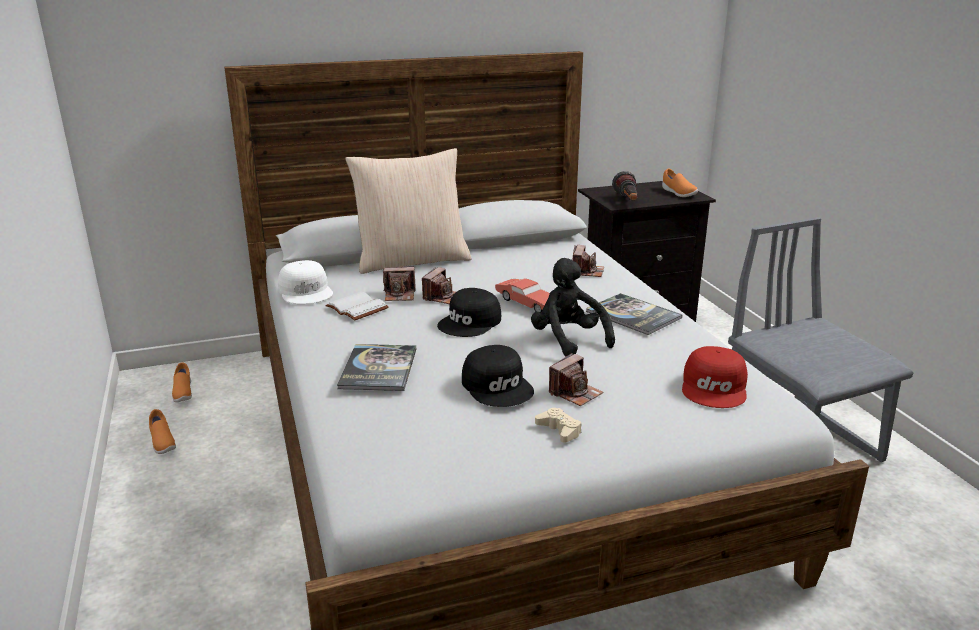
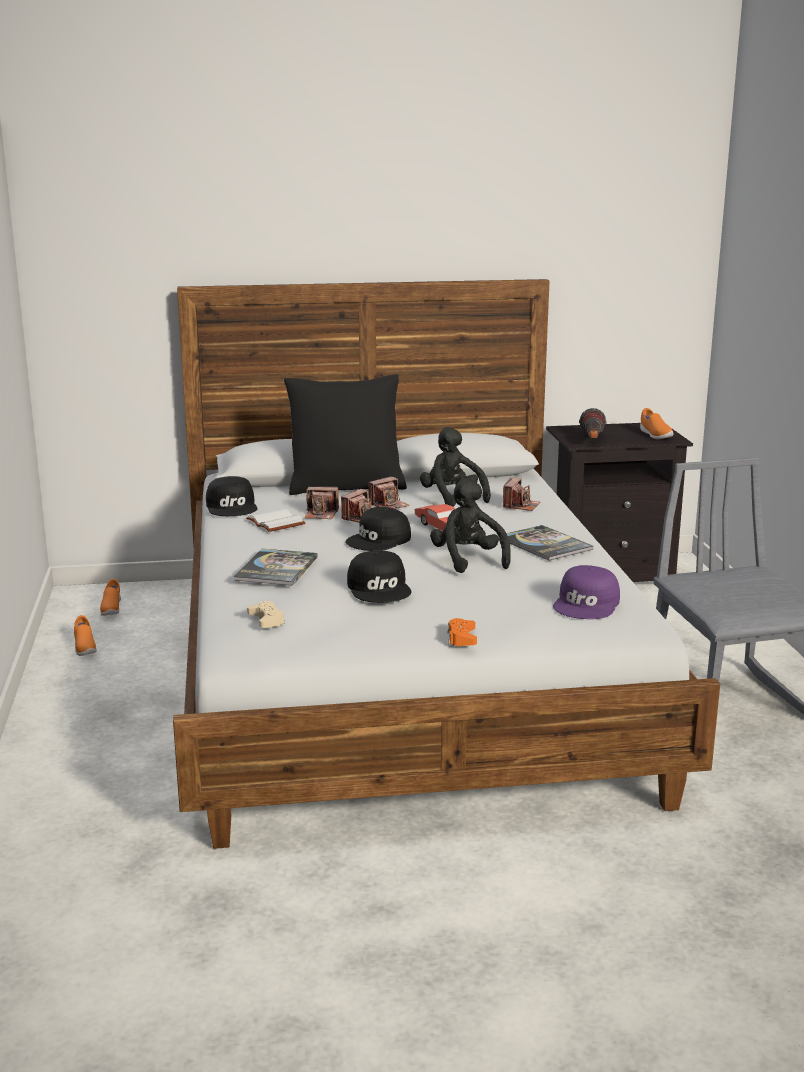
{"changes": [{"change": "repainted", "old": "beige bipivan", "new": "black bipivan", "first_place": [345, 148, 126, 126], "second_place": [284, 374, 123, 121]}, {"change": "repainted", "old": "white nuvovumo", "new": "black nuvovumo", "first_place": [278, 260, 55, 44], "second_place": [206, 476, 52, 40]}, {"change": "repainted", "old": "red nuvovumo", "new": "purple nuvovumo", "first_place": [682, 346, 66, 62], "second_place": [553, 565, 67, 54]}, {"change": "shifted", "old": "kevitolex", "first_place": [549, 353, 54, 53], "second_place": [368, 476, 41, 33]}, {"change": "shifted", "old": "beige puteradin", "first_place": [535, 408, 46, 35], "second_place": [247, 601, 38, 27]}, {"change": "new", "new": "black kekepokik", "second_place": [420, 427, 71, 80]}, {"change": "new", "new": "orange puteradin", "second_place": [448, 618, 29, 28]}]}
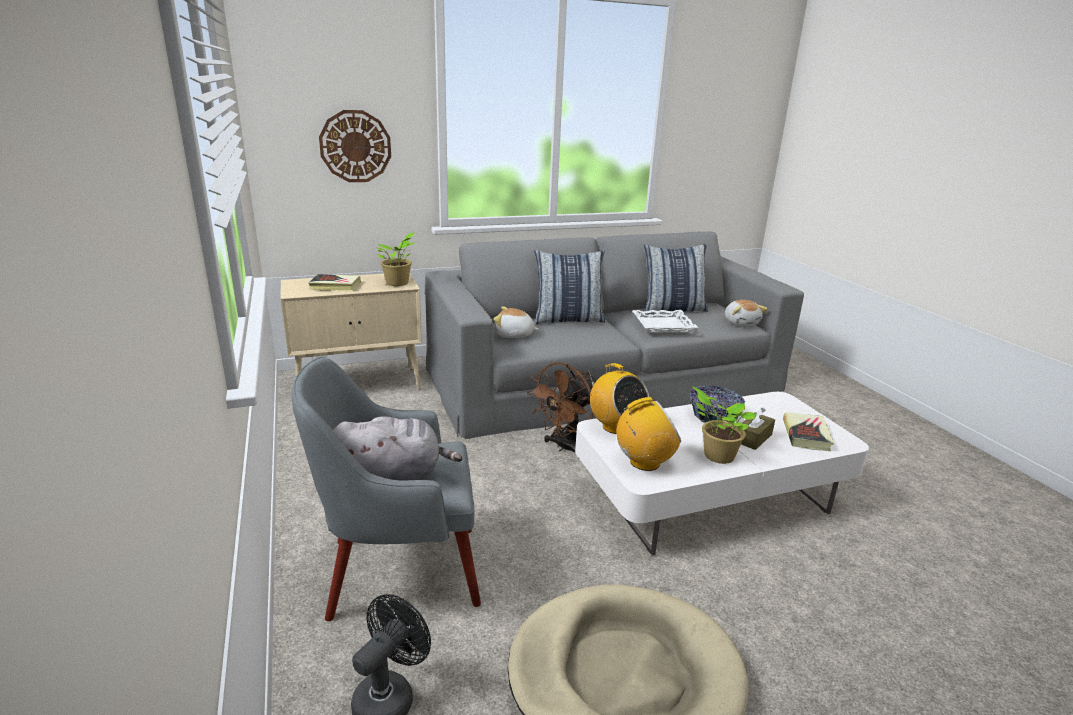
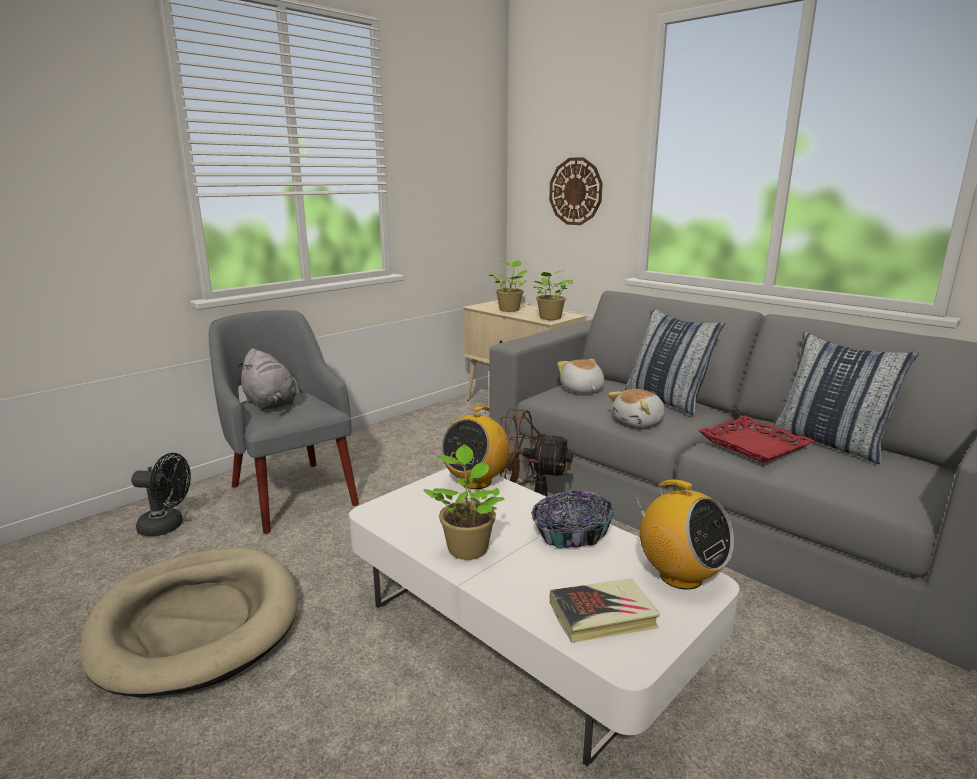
{"changes": [{"change": "swapped", "old": "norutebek", "new": "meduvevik", "first_place": [308, 274, 53, 17], "second_place": [490, 260, 38, 52]}, {"change": "shifted", "old": "kekepokik", "first_place": [725, 300, 43, 26], "second_place": [608, 389, 57, 38]}, {"change": "repainted", "old": "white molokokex", "new": "red molokokex", "first_place": [633, 310, 65, 23], "second_place": [698, 415, 116, 48]}, {"change": "shifted", "old": "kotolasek", "first_place": [616, 397, 65, 74], "second_place": [635, 479, 99, 111]}, {"change": "gone", "old": "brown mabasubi", "first_place": [741, 408, 34, 42]}]}
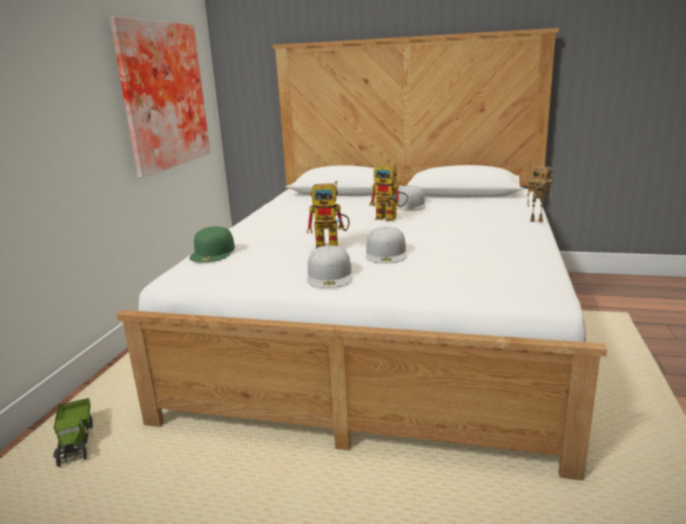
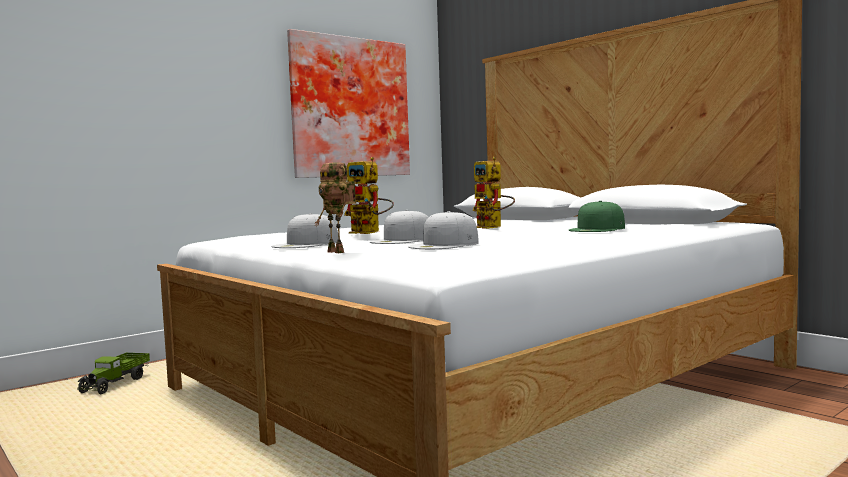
{"changes": [{"change": "shifted", "old": "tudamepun", "first_place": [527, 166, 27, 56], "second_place": [314, 162, 42, 91]}, {"change": "shifted", "old": "white nuvovumo", "first_place": [395, 185, 31, 26], "second_place": [408, 211, 71, 38]}, {"change": "shifted", "old": "green nuvovumo", "first_place": [190, 227, 45, 35], "second_place": [569, 201, 56, 31]}]}
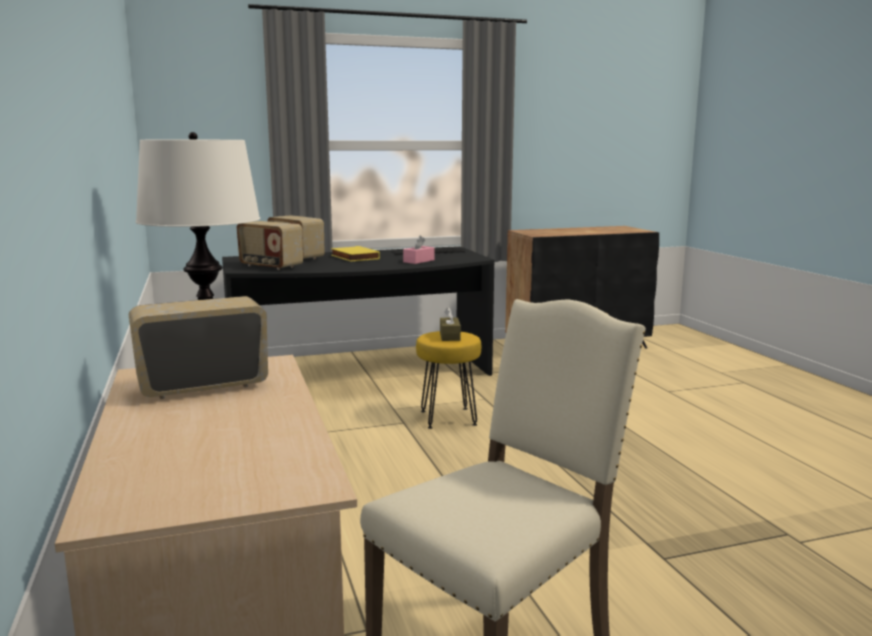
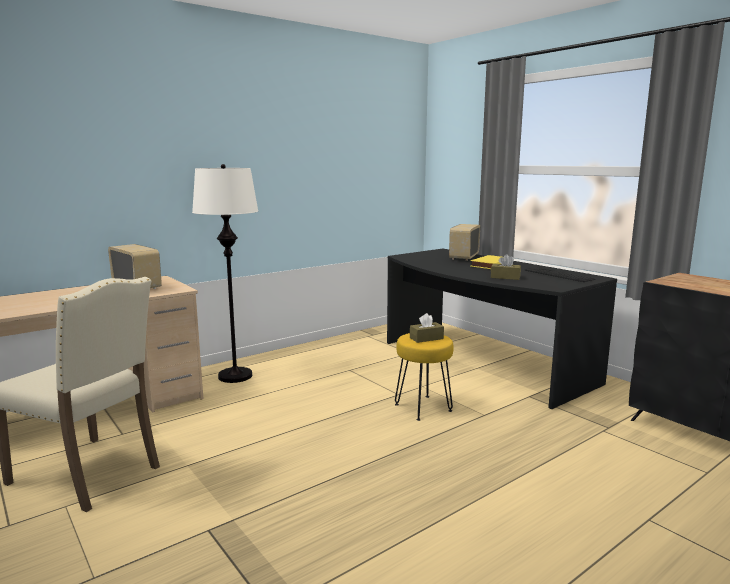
{"changes": [{"change": "gone", "old": "kotolasek", "first_place": [237, 221, 66, 49]}, {"change": "repainted", "old": "pink mabasubi", "new": "brown mabasubi", "first_place": [403, 236, 32, 28], "second_place": [491, 254, 30, 26]}]}
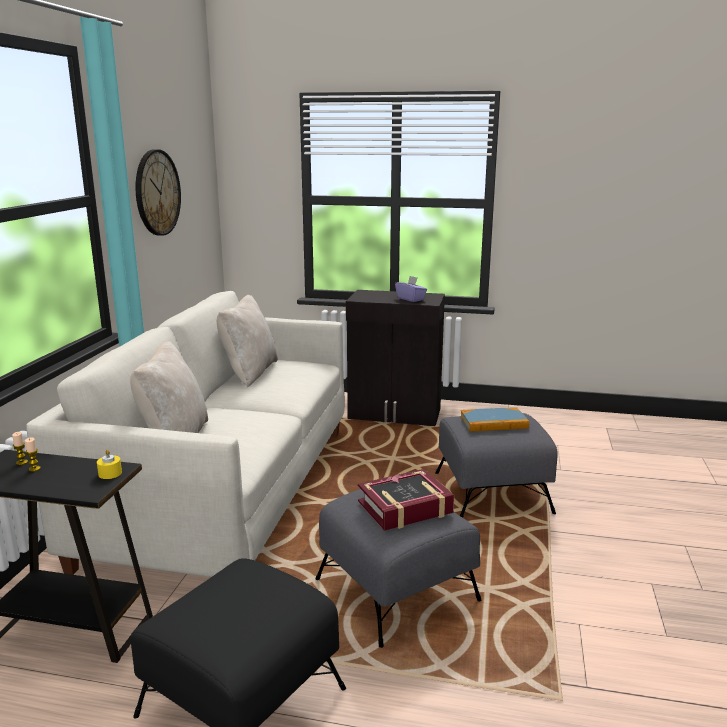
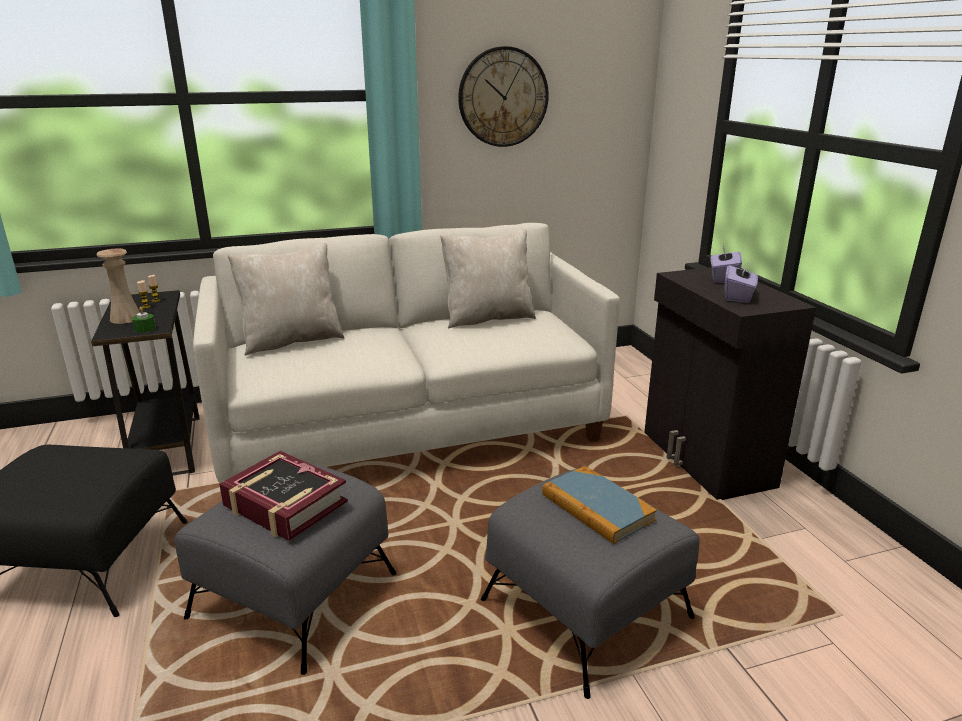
{"changes": [{"change": "repainted", "old": "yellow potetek", "new": "green potetek", "first_place": [97, 449, 25, 30], "second_place": [132, 307, 24, 26]}, {"change": "new", "new": "purple mabasubi", "second_place": [710, 243, 32, 40]}, {"change": "new", "new": "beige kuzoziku", "second_place": [97, 249, 43, 75]}]}
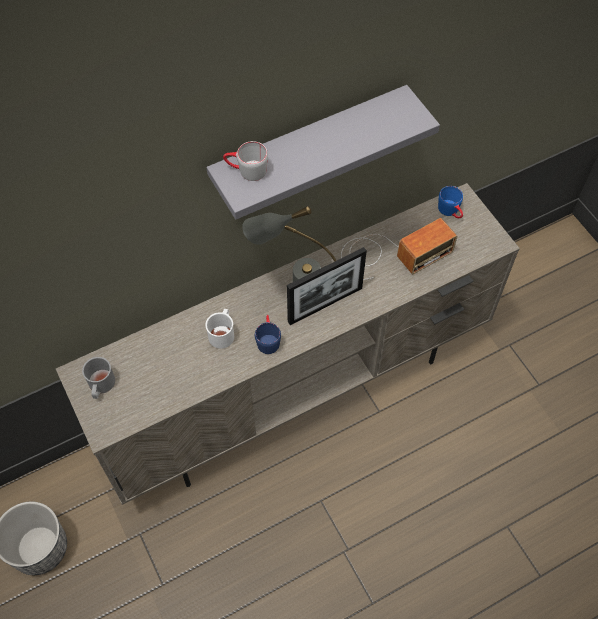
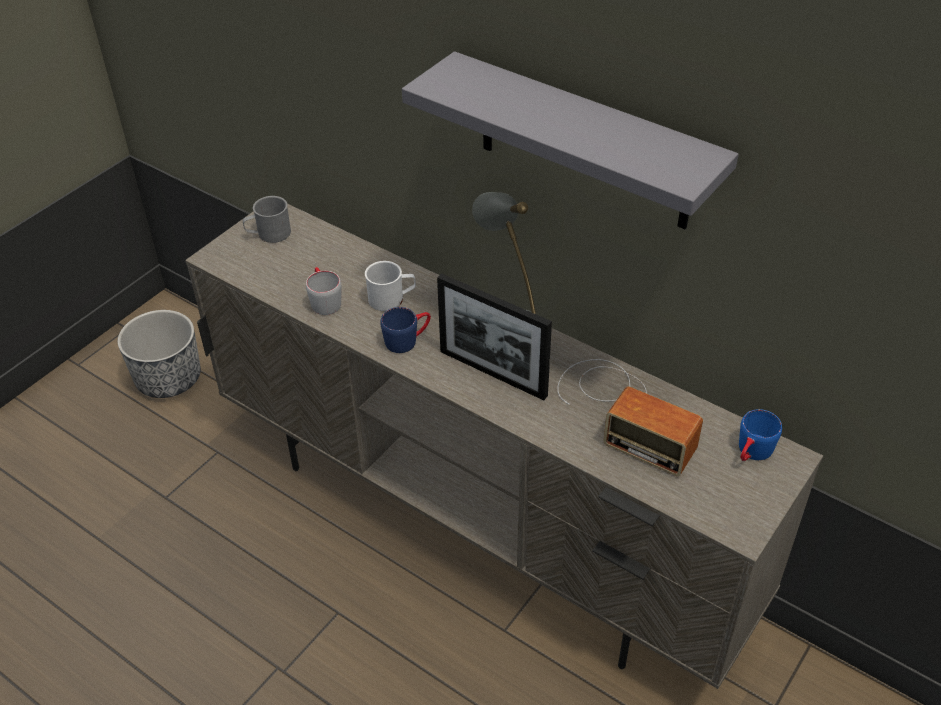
{"changes": [{"change": "shifted", "old": "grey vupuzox", "first_place": [223, 141, 45, 40], "second_place": [306, 267, 35, 48]}]}
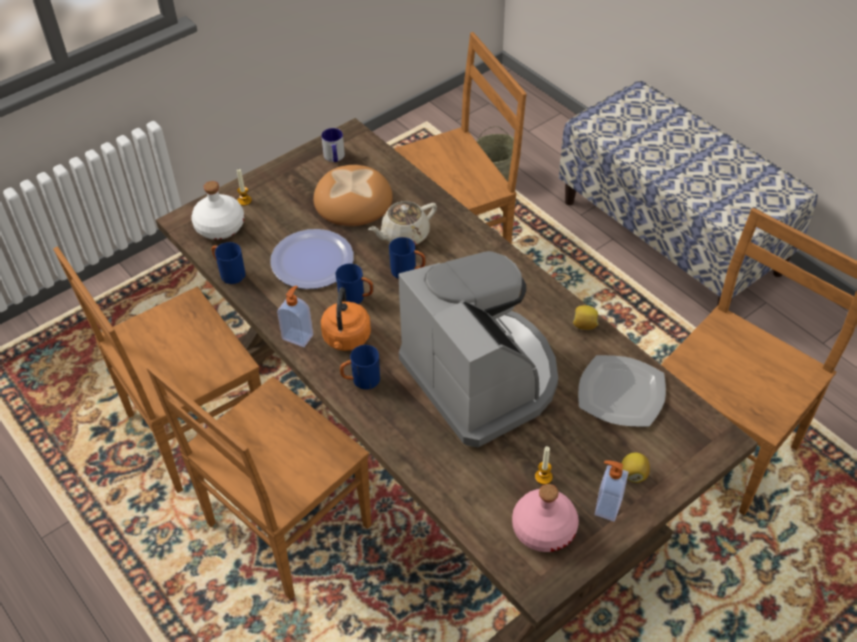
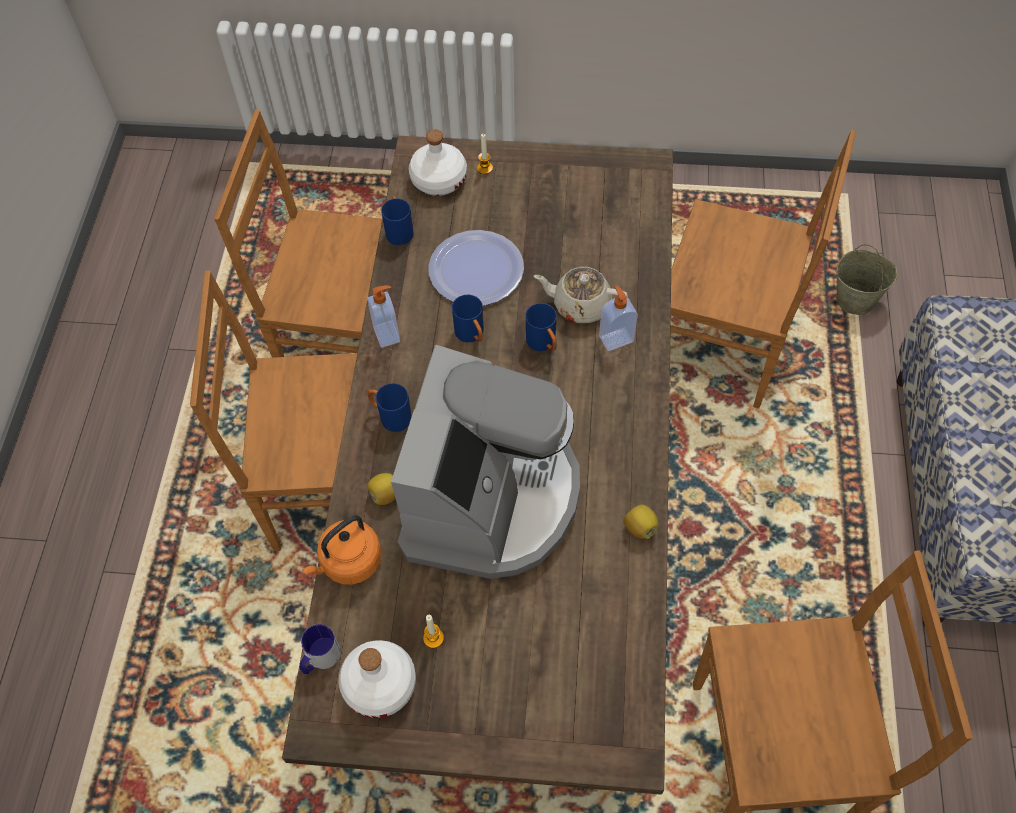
{"changes": [{"change": "shifted", "old": "vupuzox", "first_place": [321, 128, 24, 34], "second_place": [300, 624, 41, 50]}, {"change": "gone", "old": "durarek", "first_place": [313, 165, 80, 61]}, {"change": "shifted", "old": "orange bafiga", "first_place": [321, 287, 50, 64], "second_place": [302, 515, 80, 70]}, {"change": "gone", "old": "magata", "first_place": [578, 355, 88, 72]}, {"change": "shifted", "old": "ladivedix", "first_place": [622, 453, 28, 30], "second_place": [367, 473, 29, 32]}, {"change": "shifted", "old": "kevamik", "first_place": [595, 461, 34, 61], "second_place": [599, 285, 39, 66]}, {"change": "repainted", "old": "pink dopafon", "new": "white dopafon", "first_place": [512, 484, 67, 68], "second_place": [339, 640, 77, 78]}]}
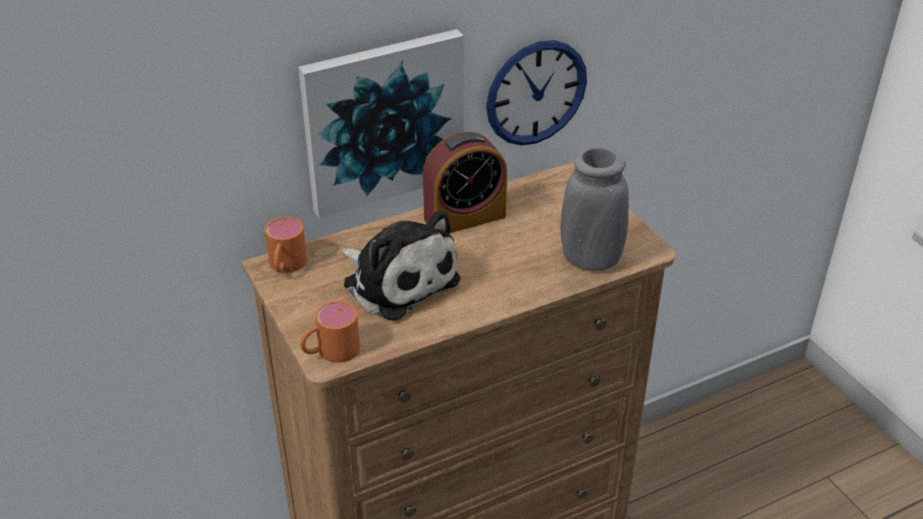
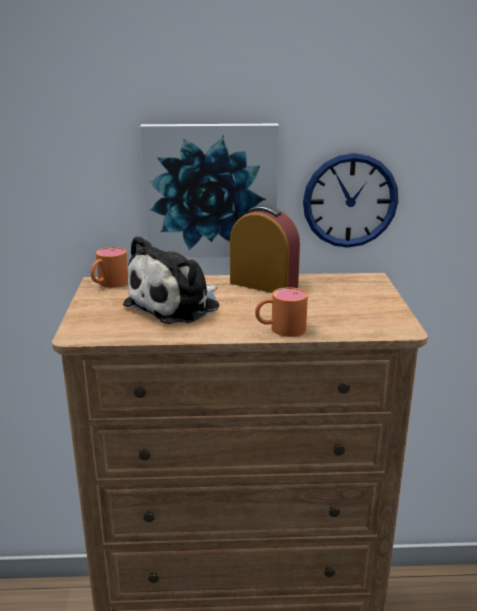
{"changes": [{"change": "rotated", "old": "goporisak", "first_place": [423, 131, 84, 102], "second_place": [230, 205, 70, 88], "degrees": -150}, {"change": "gone", "old": "grey kuzoziku", "first_place": [560, 147, 69, 124]}, {"change": "rotated", "old": "kekepokik", "first_place": [342, 210, 118, 111], "second_place": [123, 236, 96, 88], "degrees": 60}, {"change": "shifted", "old": "orange vupuzox", "first_place": [300, 301, 60, 62], "second_place": [255, 287, 53, 50]}]}
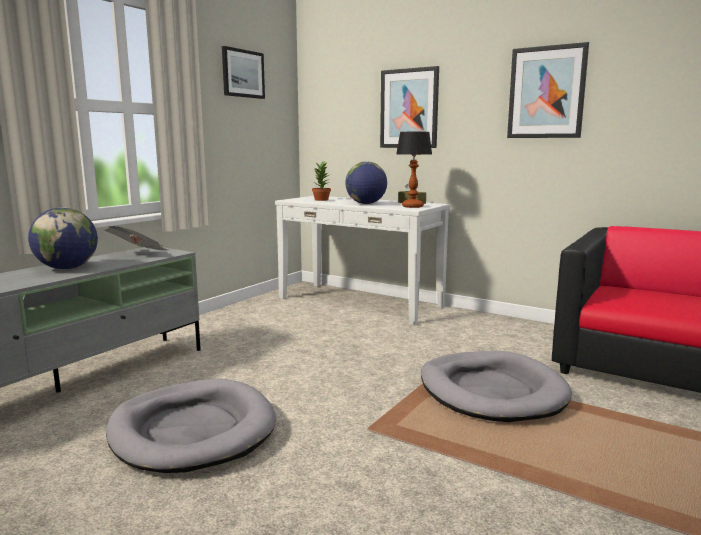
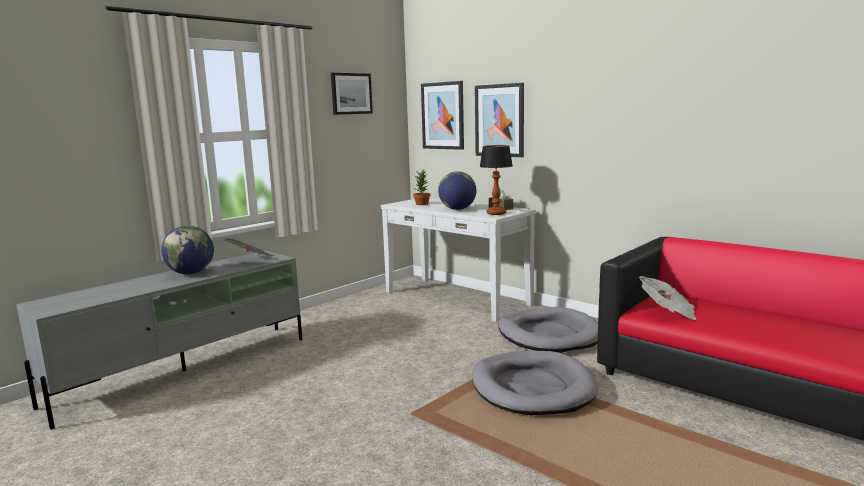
{"changes": [{"change": "shifted", "old": "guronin", "first_place": [507, 42, 82, 96], "second_place": [421, 81, 43, 69]}, {"change": "shifted", "old": "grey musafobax", "first_place": [106, 379, 170, 94], "second_place": [498, 307, 100, 46]}, {"change": "new", "new": "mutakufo", "second_place": [639, 276, 57, 44]}]}
